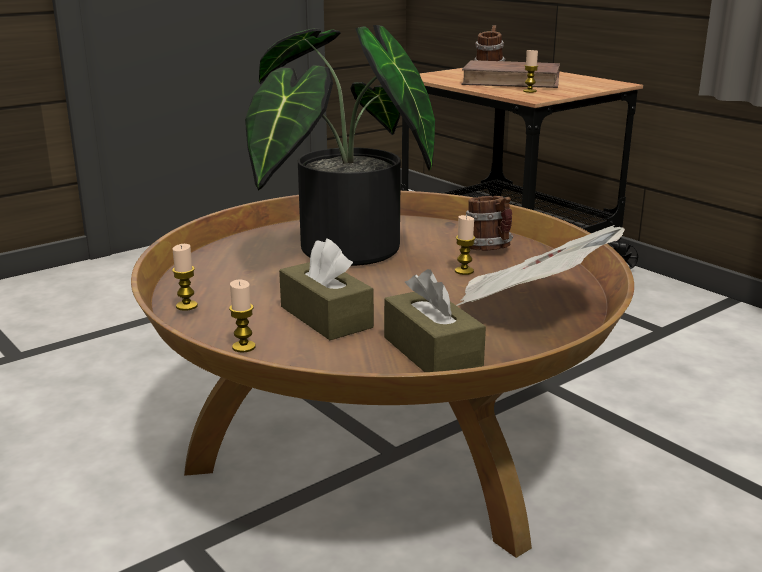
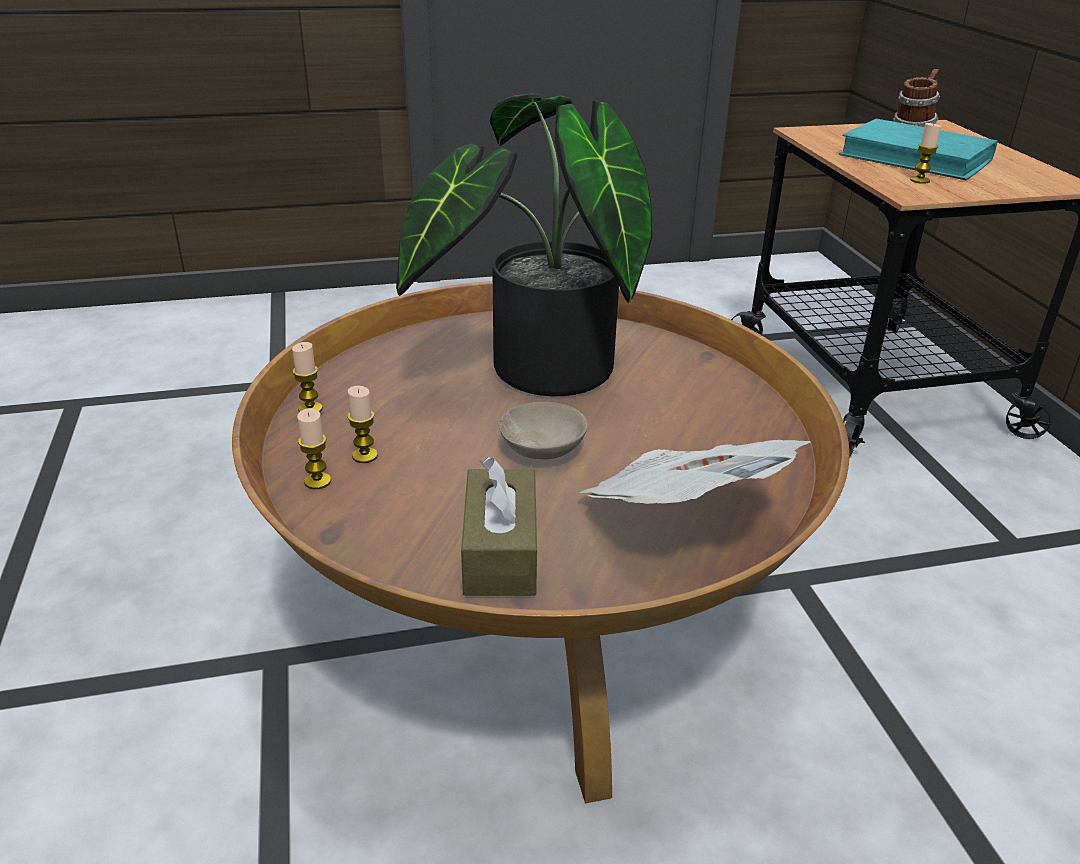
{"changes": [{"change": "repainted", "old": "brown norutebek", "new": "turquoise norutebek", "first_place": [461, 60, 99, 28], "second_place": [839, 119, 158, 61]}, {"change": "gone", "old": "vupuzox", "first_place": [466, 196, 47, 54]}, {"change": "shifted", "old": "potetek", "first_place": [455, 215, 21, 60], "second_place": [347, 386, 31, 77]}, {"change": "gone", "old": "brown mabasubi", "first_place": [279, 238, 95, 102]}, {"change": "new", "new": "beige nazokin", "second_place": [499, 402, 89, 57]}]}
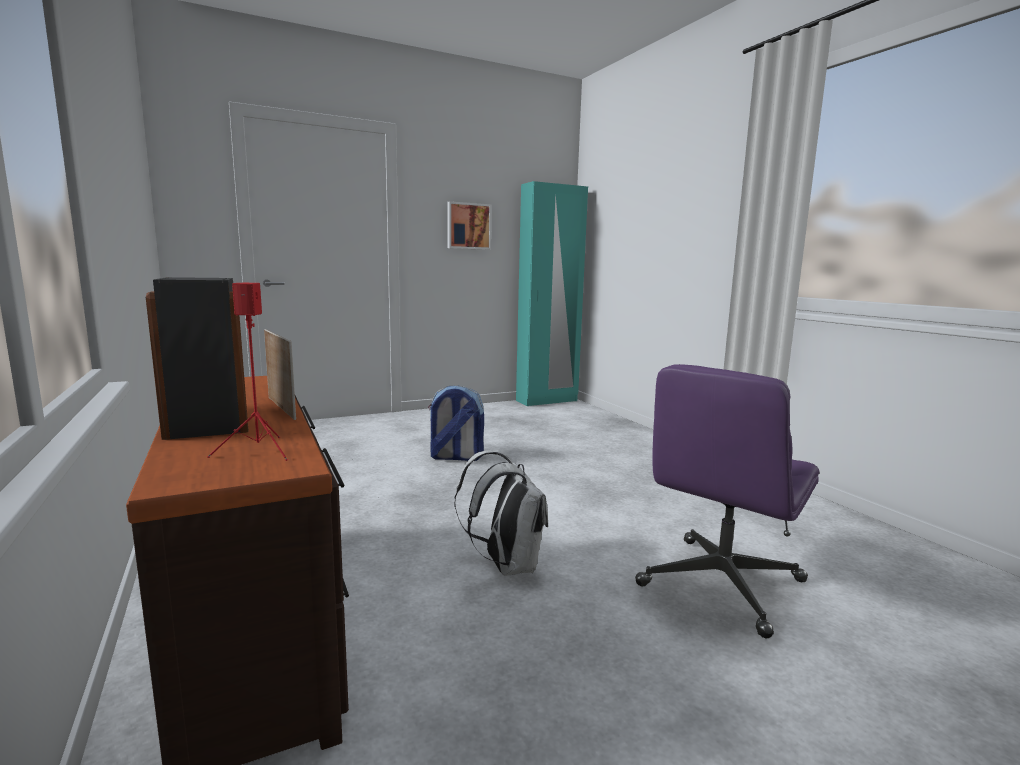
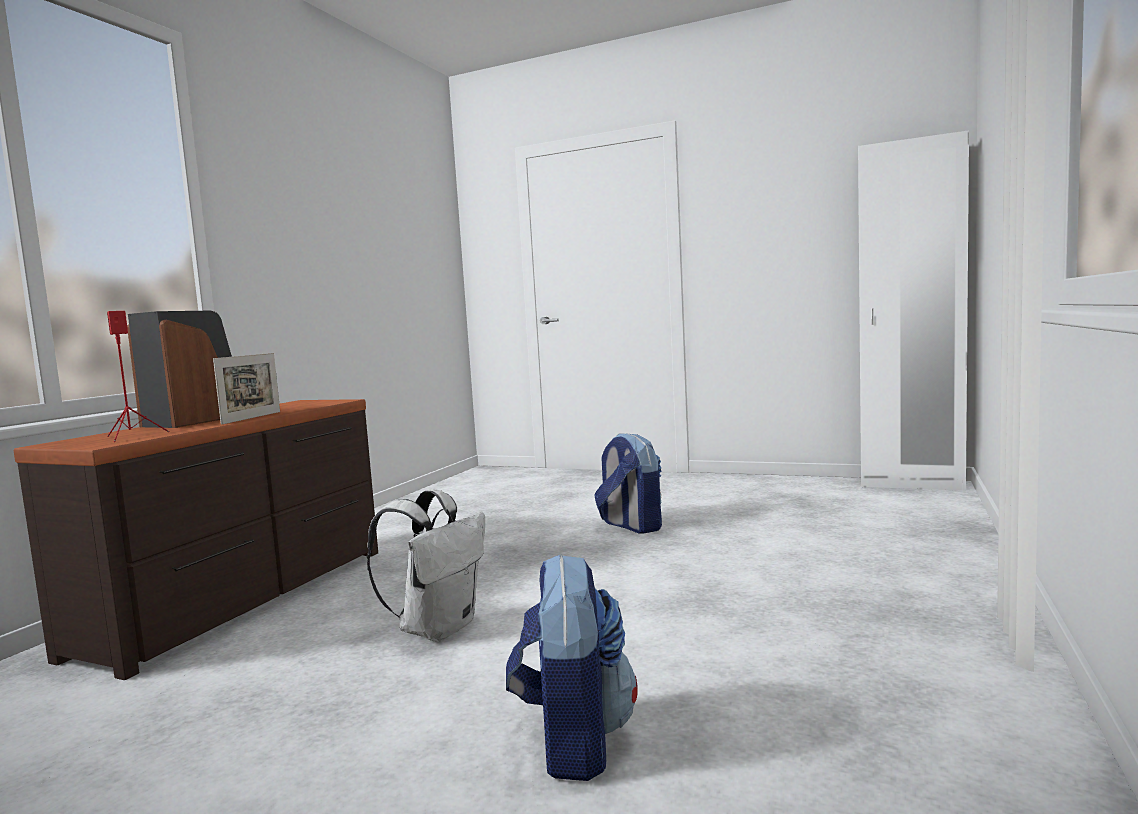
{"changes": [{"change": "repainted", "old": "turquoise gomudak", "new": "white gomudak", "first_place": [516, 181, 72, 225], "second_place": [858, 130, 111, 361]}, {"change": "gone", "old": "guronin", "first_place": [447, 201, 45, 49]}, {"change": "swapped", "old": "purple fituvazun", "new": "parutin", "first_place": [635, 364, 184, 274], "second_place": [506, 553, 132, 228]}]}
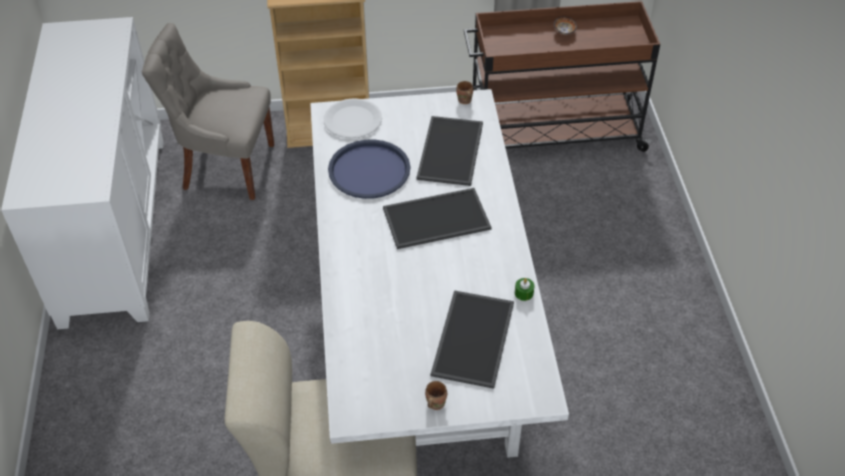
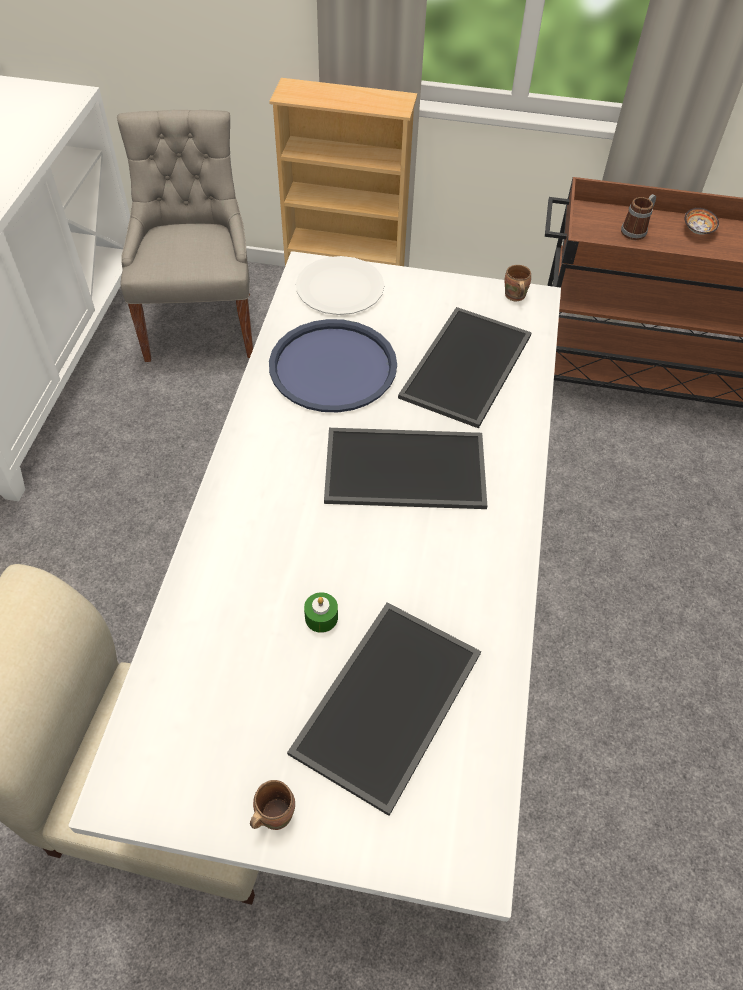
{"changes": [{"change": "rotated", "old": "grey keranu", "first_place": [142, 23, 132, 177], "second_place": [117, 110, 136, 252], "degrees": 60}, {"change": "shifted", "old": "green potetek", "first_place": [515, 278, 19, 23], "second_place": [304, 592, 34, 41]}, {"change": "new", "new": "vupuzox", "second_place": [621, 194, 35, 46]}]}
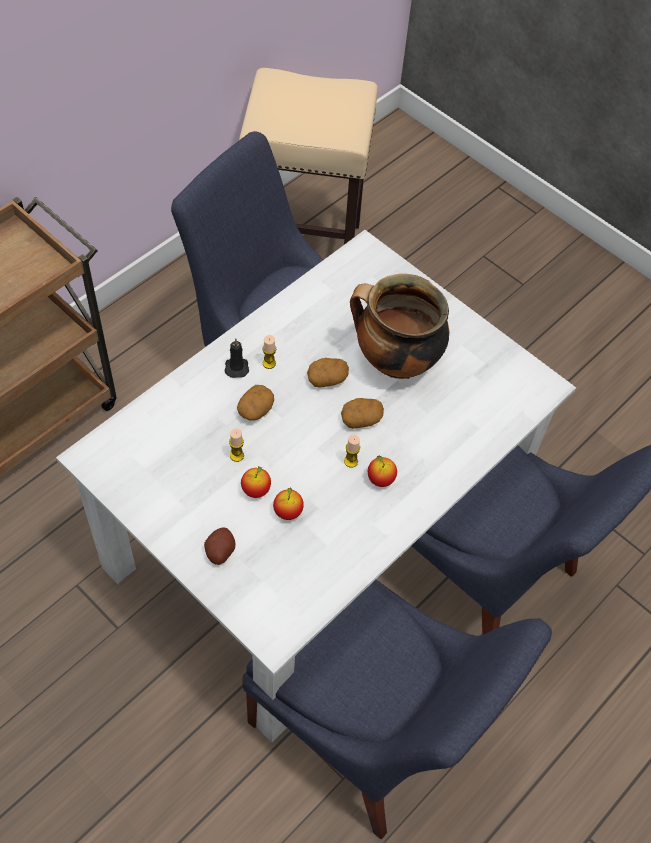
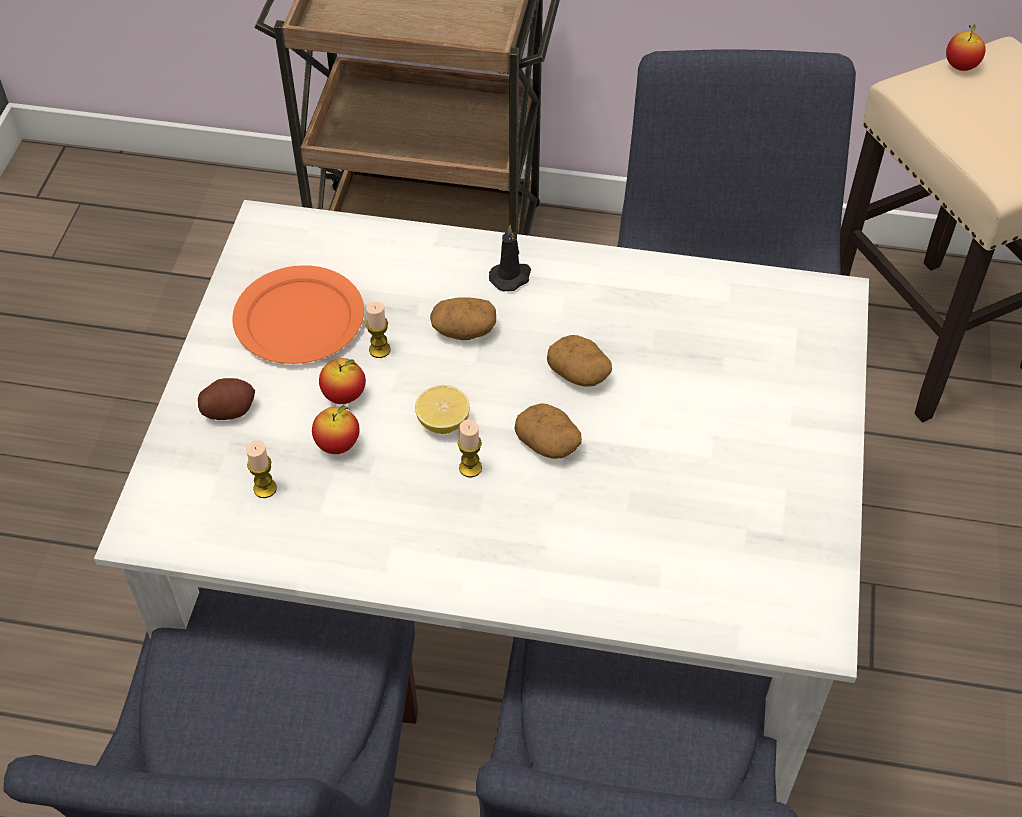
{"changes": [{"change": "gone", "old": "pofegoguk", "first_place": [350, 274, 99, 105]}, {"change": "shifted", "old": "potetek", "first_place": [262, 335, 14, 34], "second_place": [246, 440, 31, 58]}, {"change": "shifted", "old": "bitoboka", "first_place": [368, 456, 29, 31], "second_place": [946, 25, 40, 46]}, {"change": "new", "new": "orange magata", "second_place": [232, 265, 132, 99]}, {"change": "new", "new": "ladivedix", "second_place": [415, 385, 55, 49]}]}
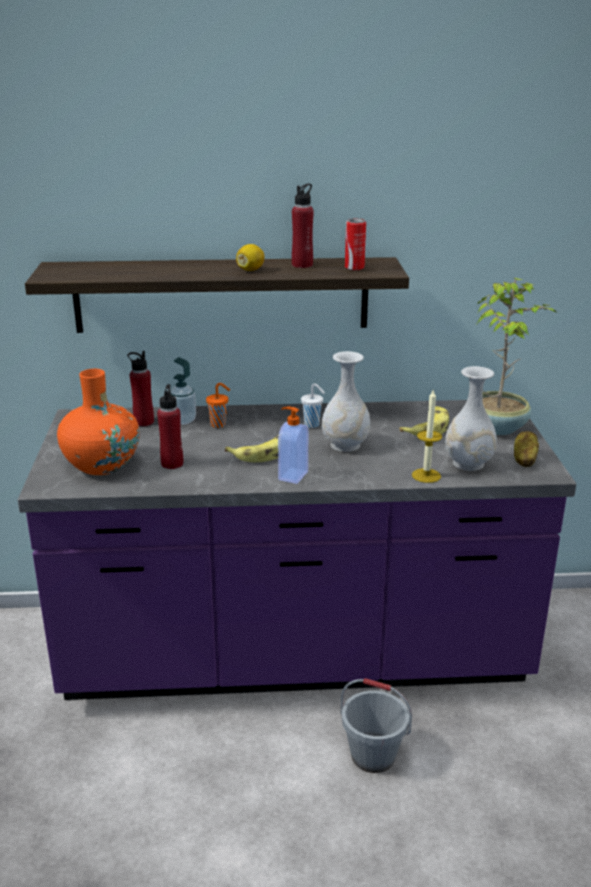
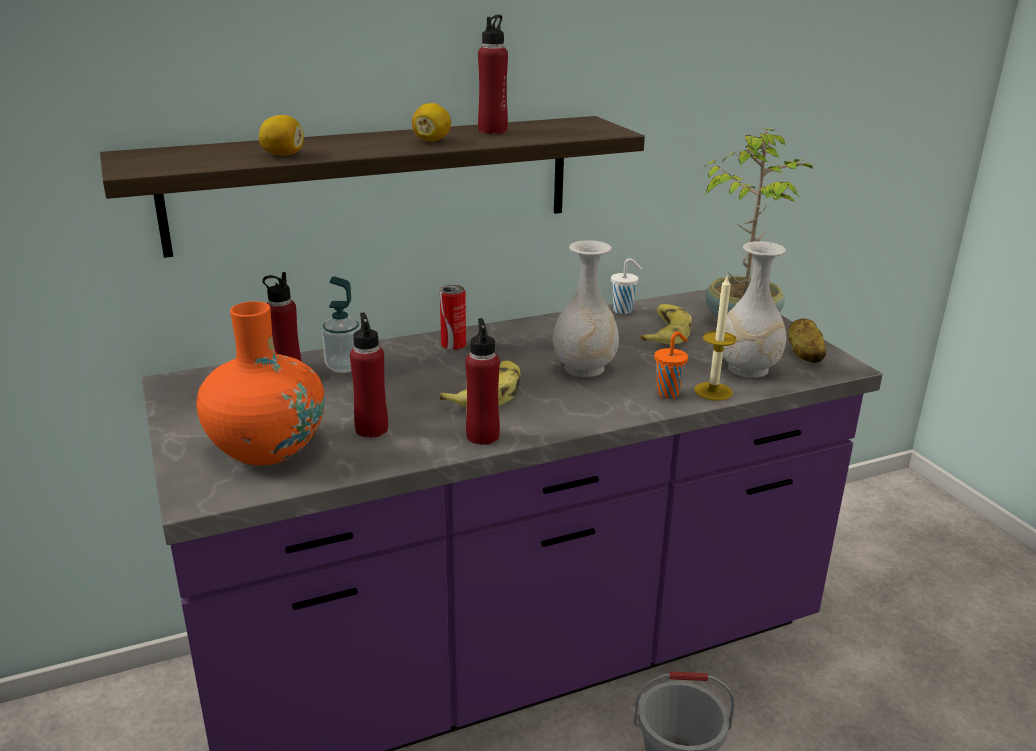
{"changes": [{"change": "shifted", "old": "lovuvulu", "first_place": [345, 218, 21, 52], "second_place": [440, 285, 26, 65]}, {"change": "shifted", "old": "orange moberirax", "first_place": [206, 383, 24, 45], "second_place": [655, 331, 33, 68]}, {"change": "shifted", "old": "white moberirax", "first_place": [301, 384, 24, 44], "second_place": [611, 258, 31, 56]}, {"change": "gone", "old": "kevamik", "first_place": [278, 406, 30, 78]}, {"change": "new", "new": "ladivedix", "second_place": [259, 115, 45, 41]}, {"change": "new", "new": "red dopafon", "second_place": [465, 318, 35, 127]}]}
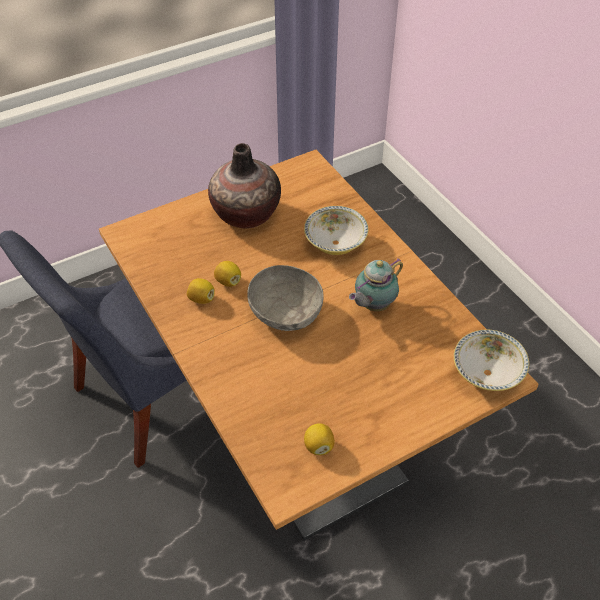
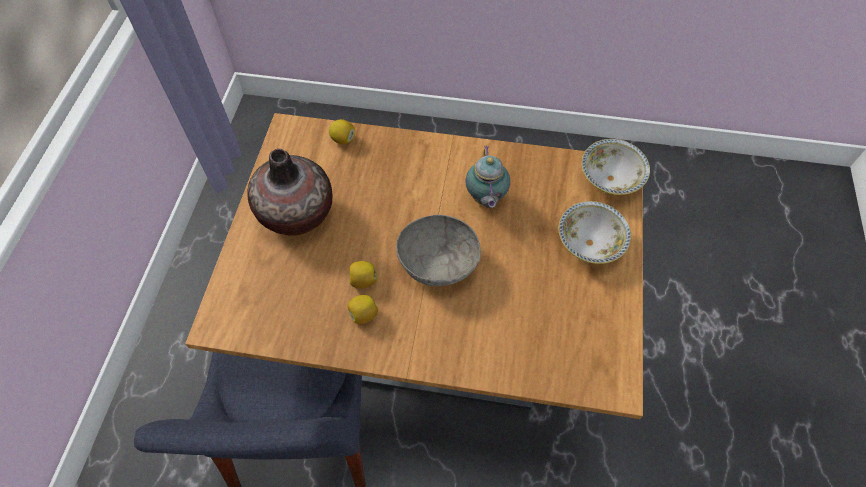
{"changes": [{"change": "shifted", "old": "nazokin", "first_place": [304, 206, 65, 49], "second_place": [559, 201, 72, 63]}, {"change": "shifted", "old": "ladivedix", "first_place": [304, 423, 31, 32], "second_place": [329, 119, 26, 25]}]}
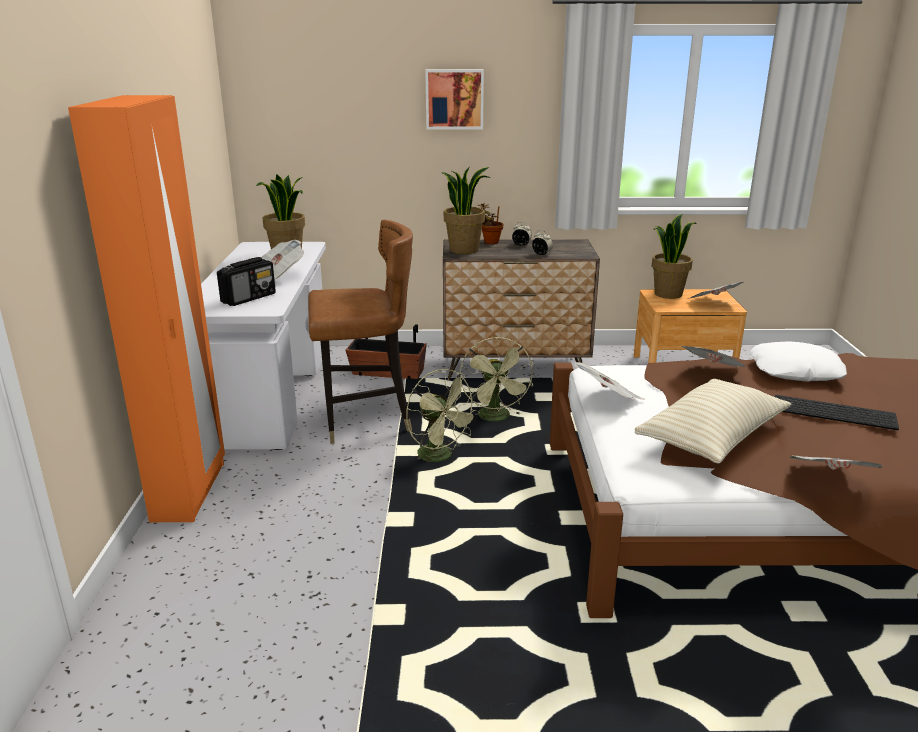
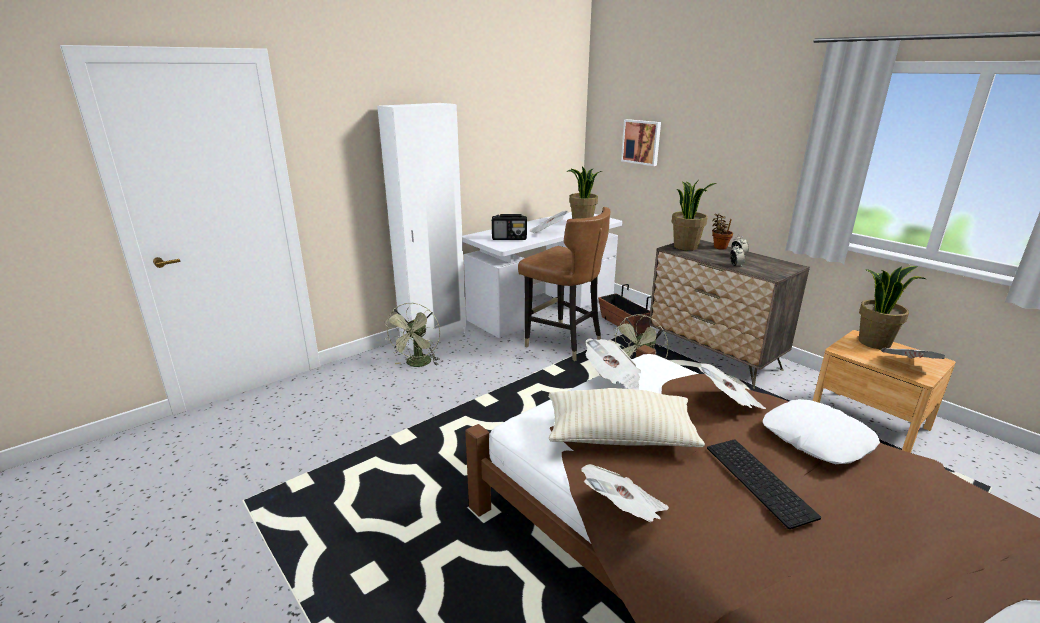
{"changes": [{"change": "shifted", "old": "guronin", "first_place": [425, 69, 59, 61], "second_place": [621, 119, 40, 47]}, {"change": "repainted", "old": "orange gomudak", "new": "white gomudak", "first_place": [68, 95, 157, 427], "second_place": [377, 103, 89, 248]}, {"change": "shifted", "old": "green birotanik", "first_place": [406, 369, 74, 93], "second_place": [384, 303, 56, 64]}]}
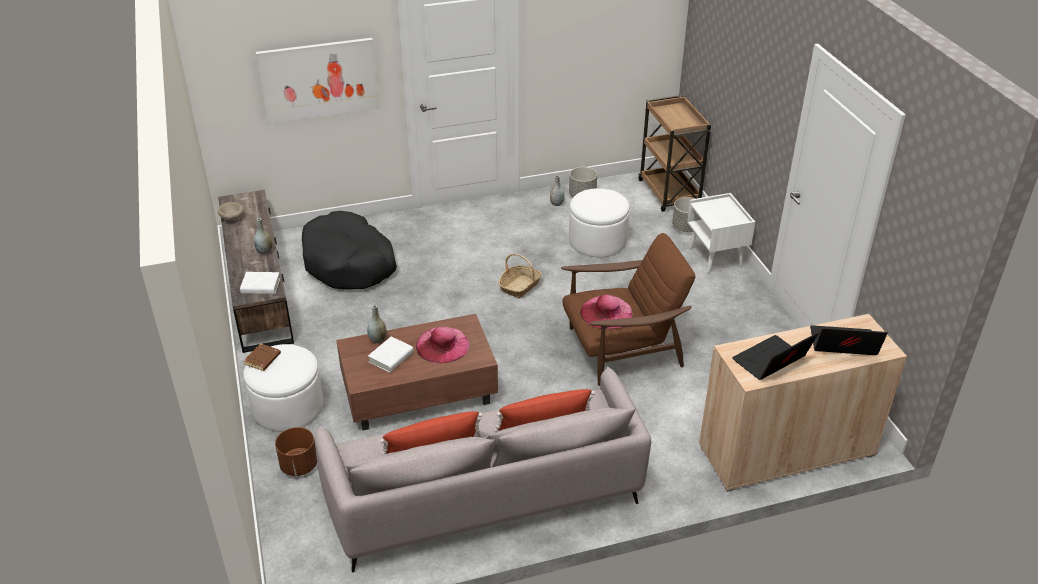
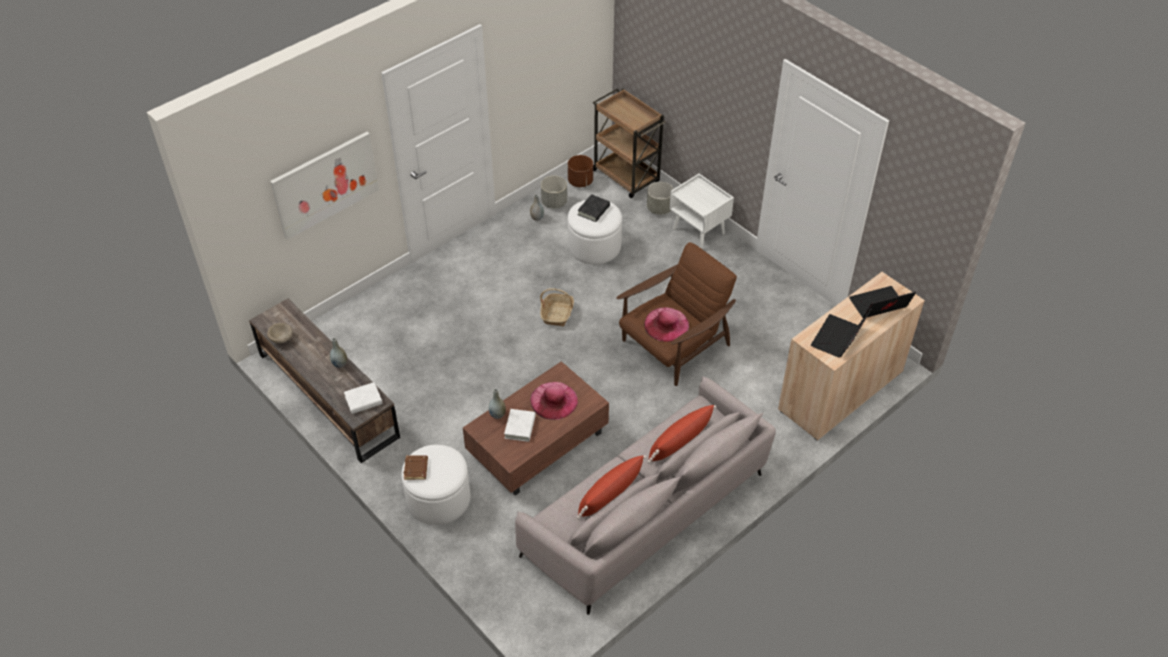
{"changes": [{"change": "gone", "old": "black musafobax", "first_place": [302, 211, 95, 78]}, {"change": "shifted", "old": "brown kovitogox", "first_place": [275, 427, 42, 49], "second_place": [568, 155, 25, 32]}, {"change": "new", "new": "black norutebek", "second_place": [578, 194, 32, 28]}]}
